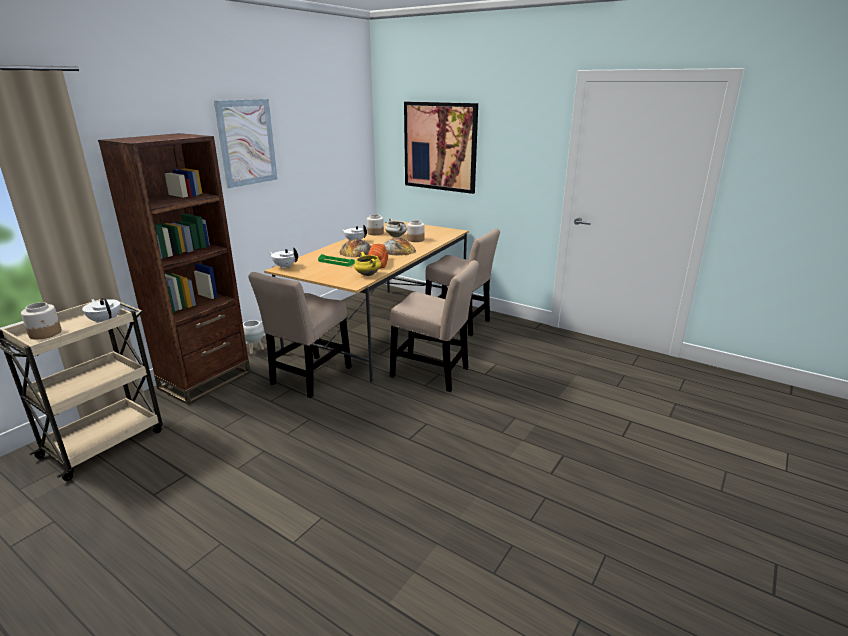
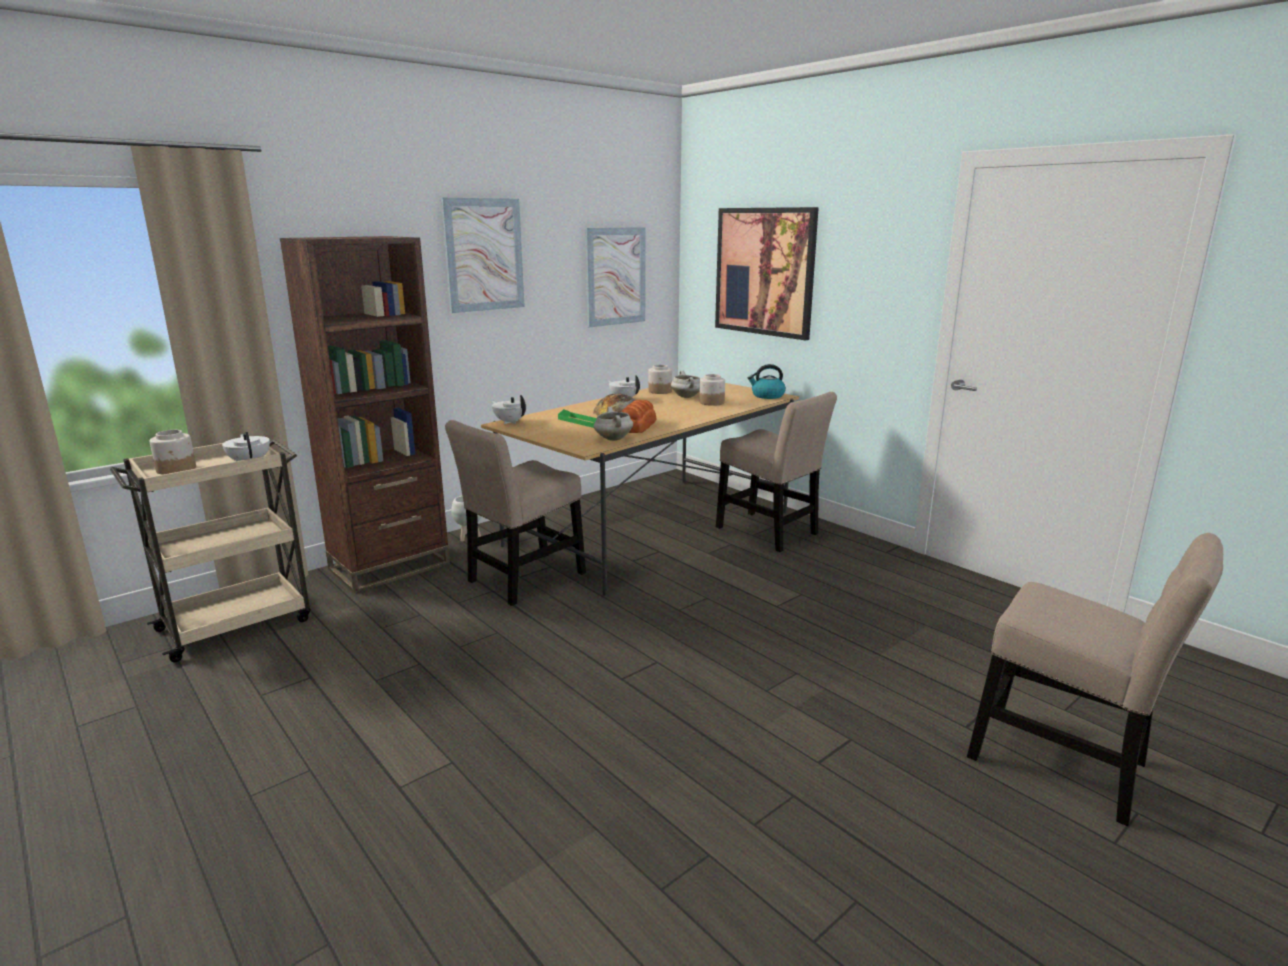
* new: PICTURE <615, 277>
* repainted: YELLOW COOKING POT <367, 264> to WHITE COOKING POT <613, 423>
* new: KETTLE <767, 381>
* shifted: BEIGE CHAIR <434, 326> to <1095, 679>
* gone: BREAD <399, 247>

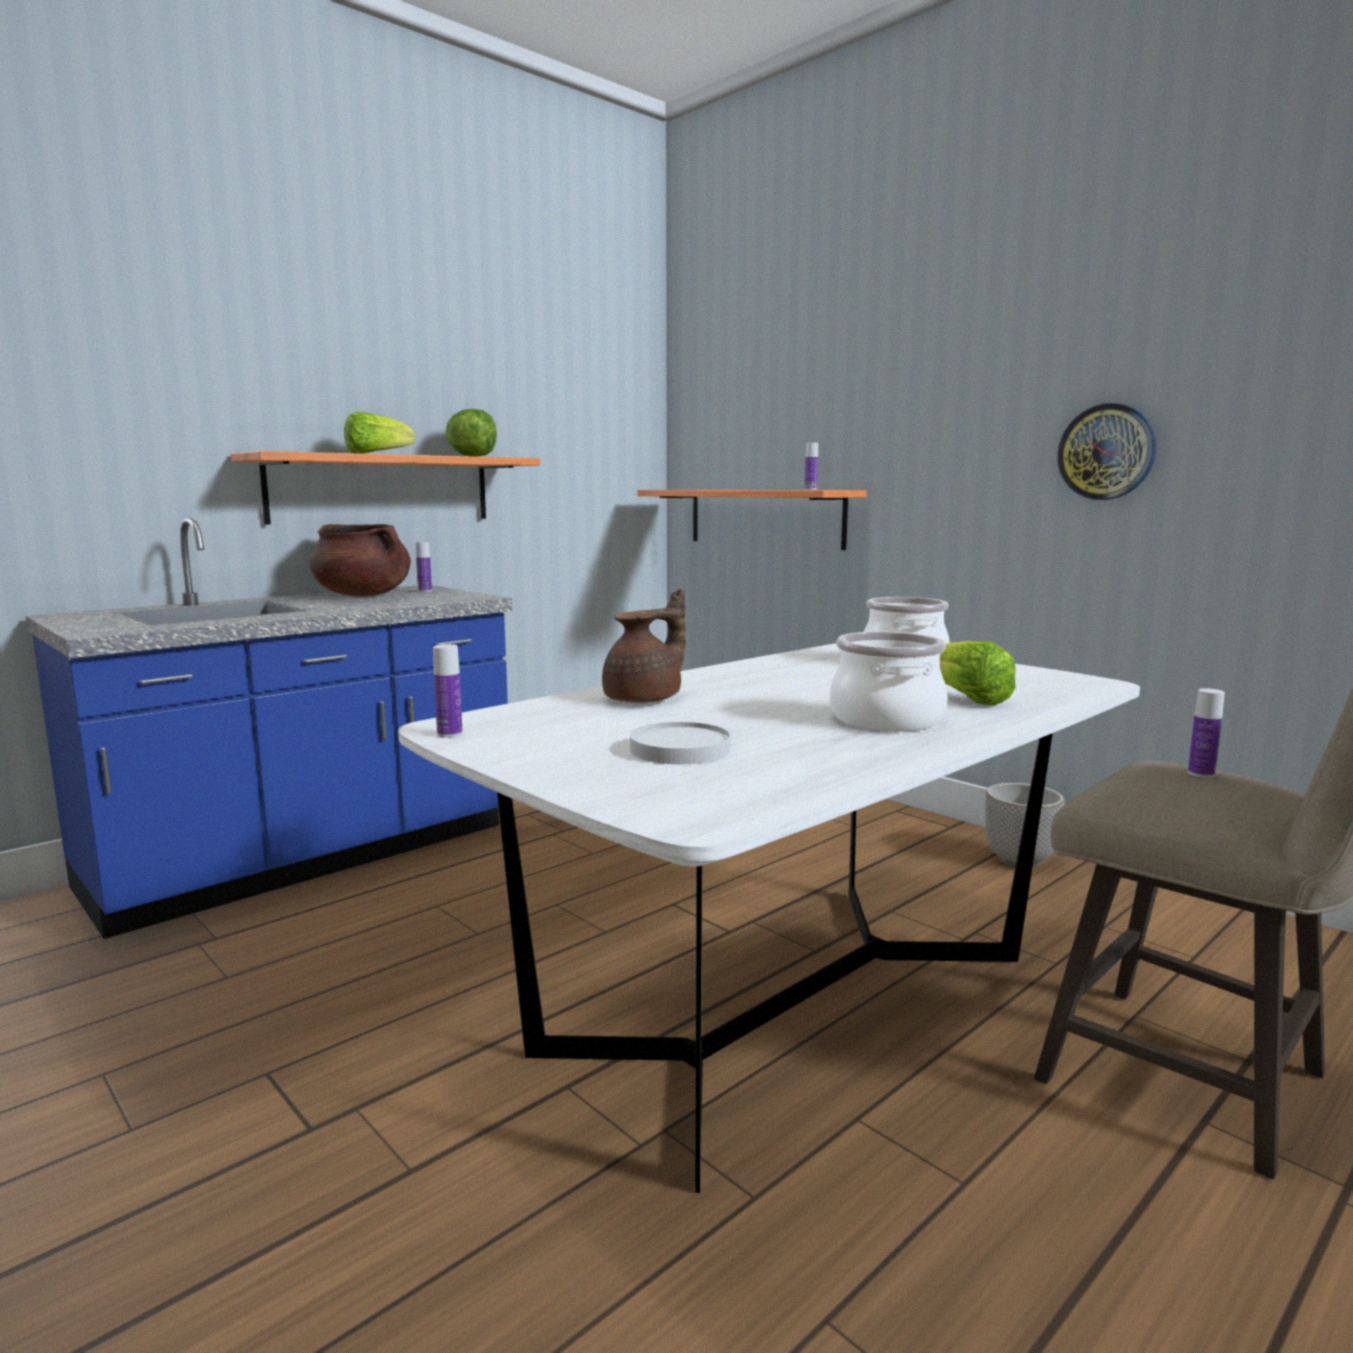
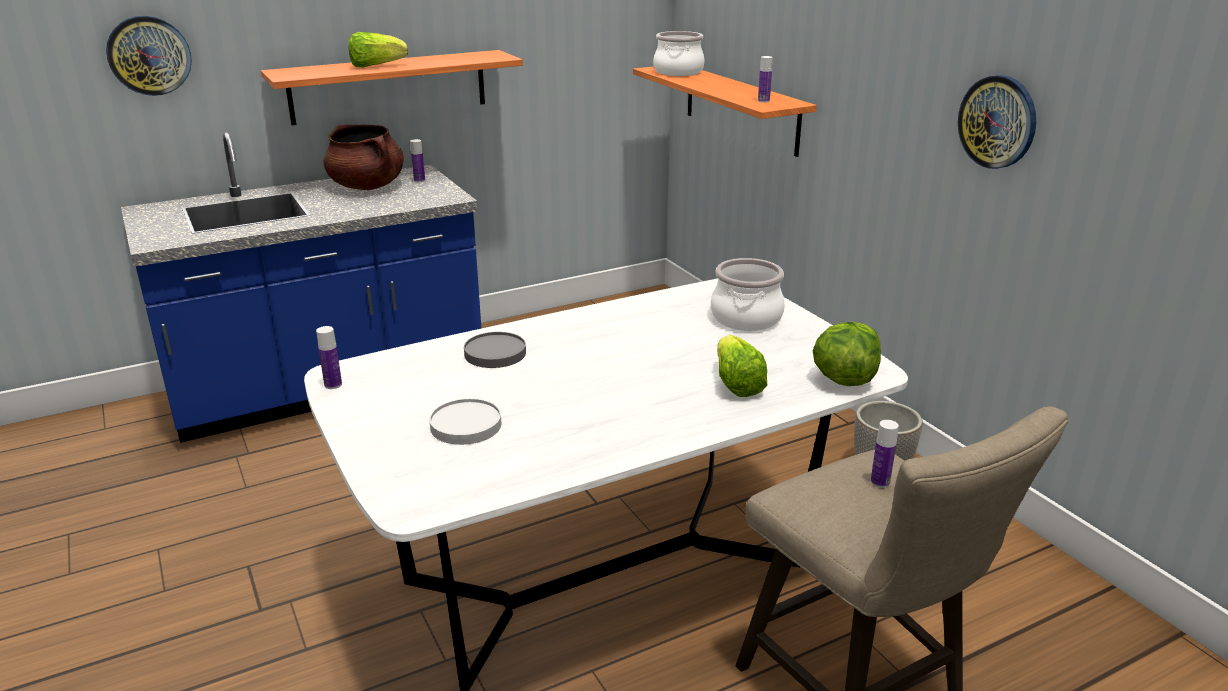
* new: WALL CLOCK <149, 56>
* swapped: BROWN TEAPOT <644, 646> to GREY PLATE <495, 350>
* shifted: COOKING POT <889, 682> to <678, 53>
* shifted: LETTUCE <471, 433> to <846, 354>

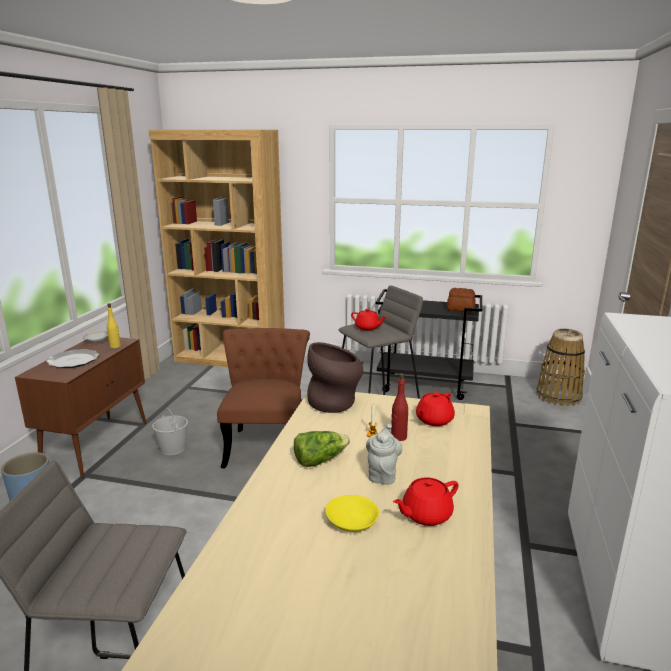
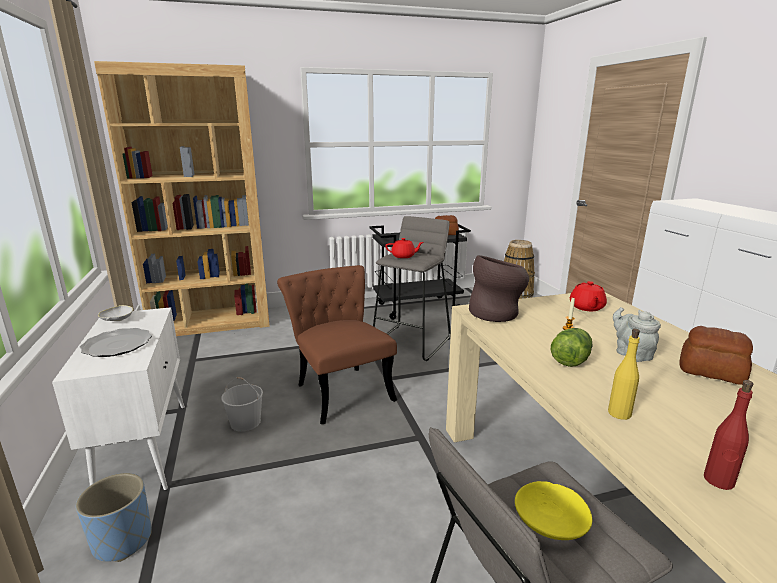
* repainted: BROWN CABINET <81, 407> to WHITE CABINET <118, 398>
* shifted: YELLOW BOWL <352, 513> to <553, 510>
* shifted: YELLOW BOTTLE <114, 325> to <624, 374>
* swapped: RED TEAPOT <426, 501> to BREAD <716, 355>
* shifted: RED BOTTLE <399, 407> to <728, 435>

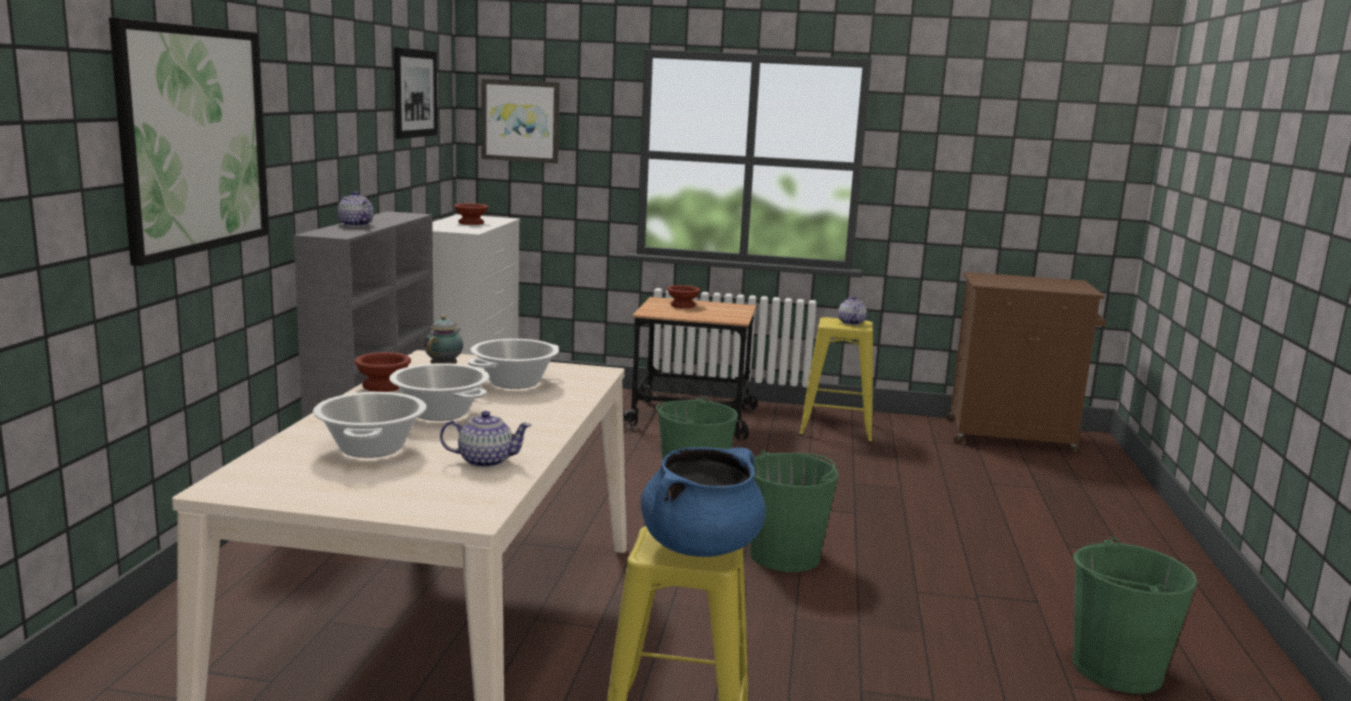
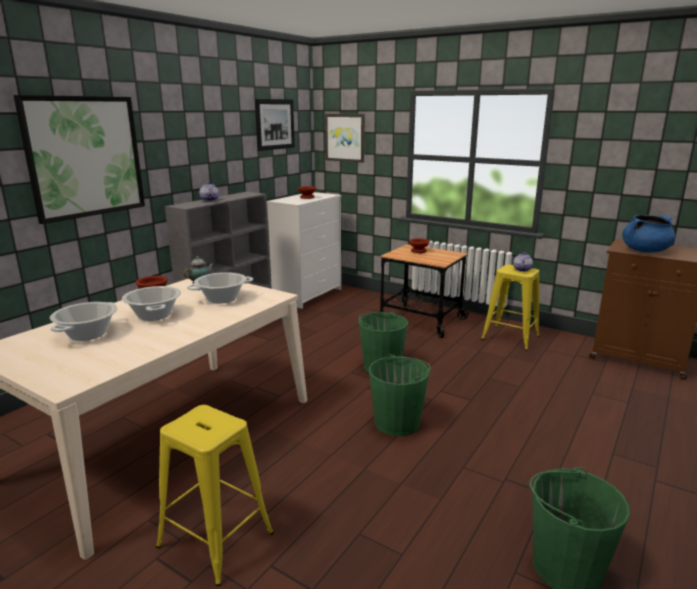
* shifted: BLUE COOKING POT <703, 502> to <649, 234>
* gone: TEAPOT <486, 439>

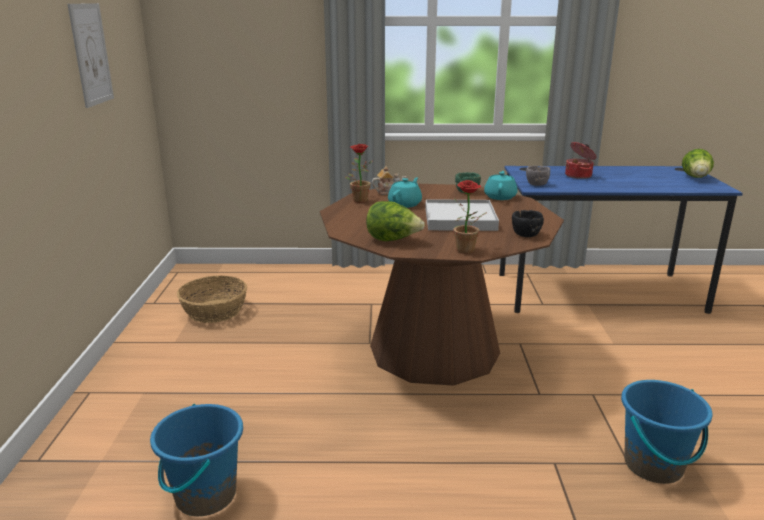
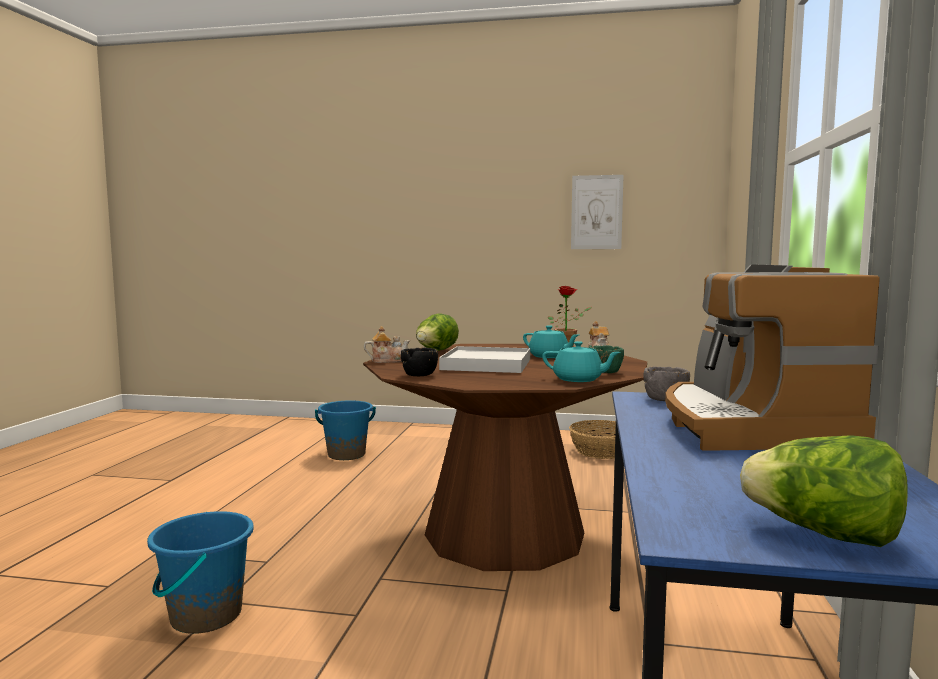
* swapped: POTTED PLANT <470, 217> to TEAPOT <387, 344>
* swapped: COOKING POT <580, 160> to COFFEE MACHINE <772, 357>

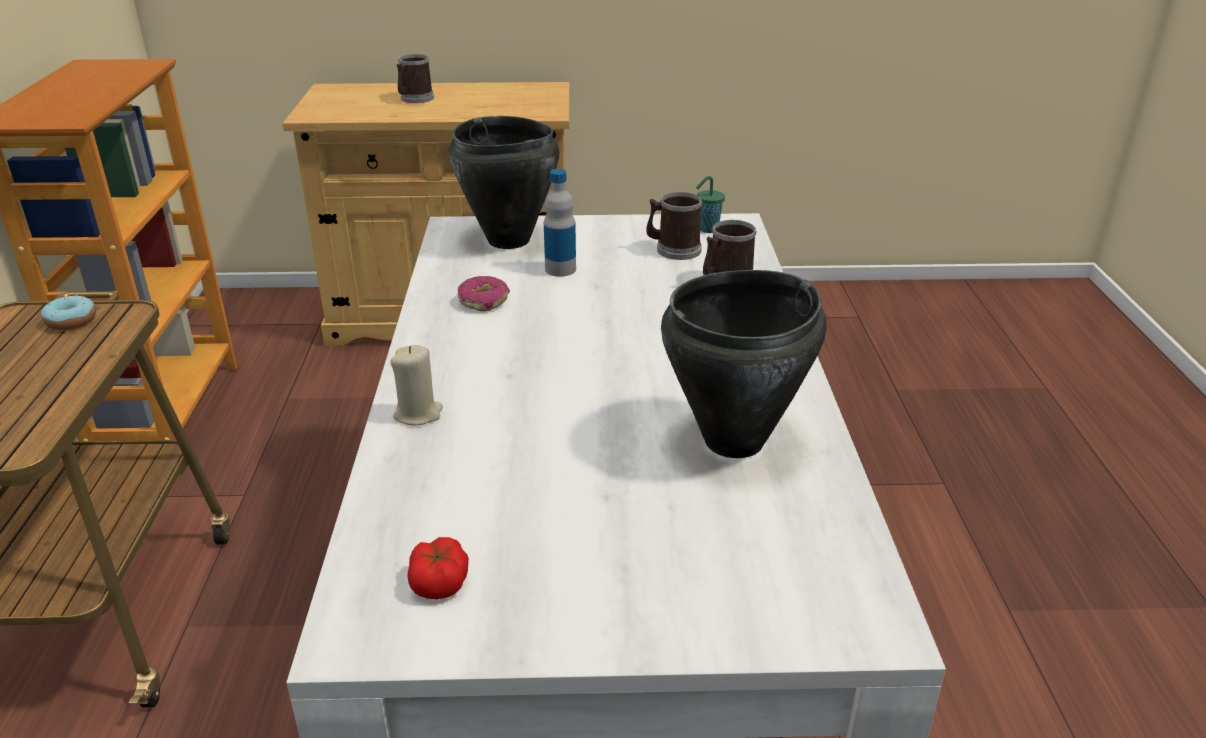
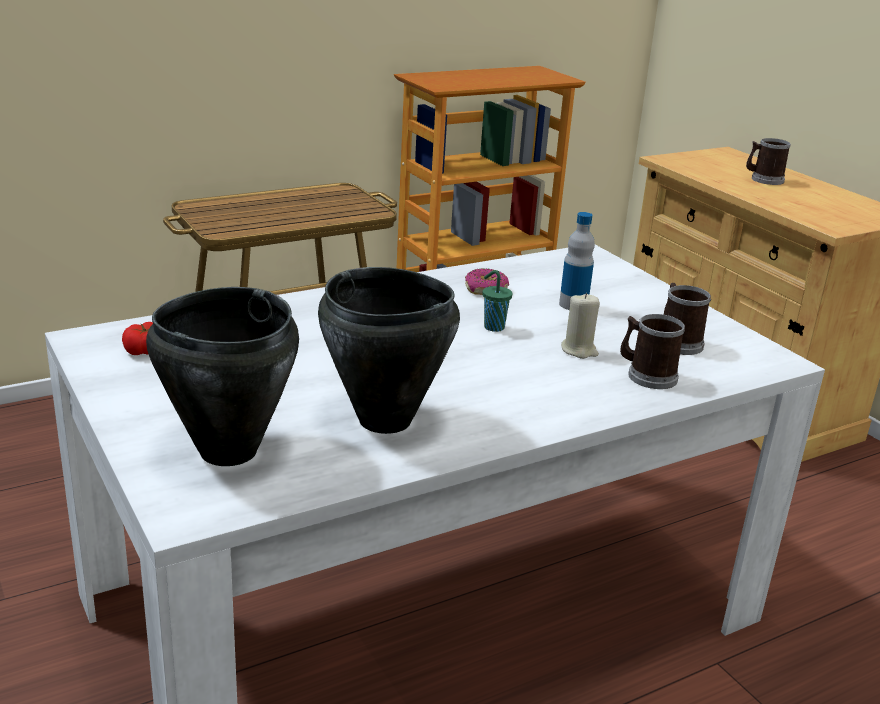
* shifted: BLACK COOKING POT <504, 182> to <222, 376>
* shifted: GREEN CUP <710, 204> to <497, 301>
* shifted: BEIGE CANDLE <416, 385> to <580, 326>
* gone: DONUT <68, 312>

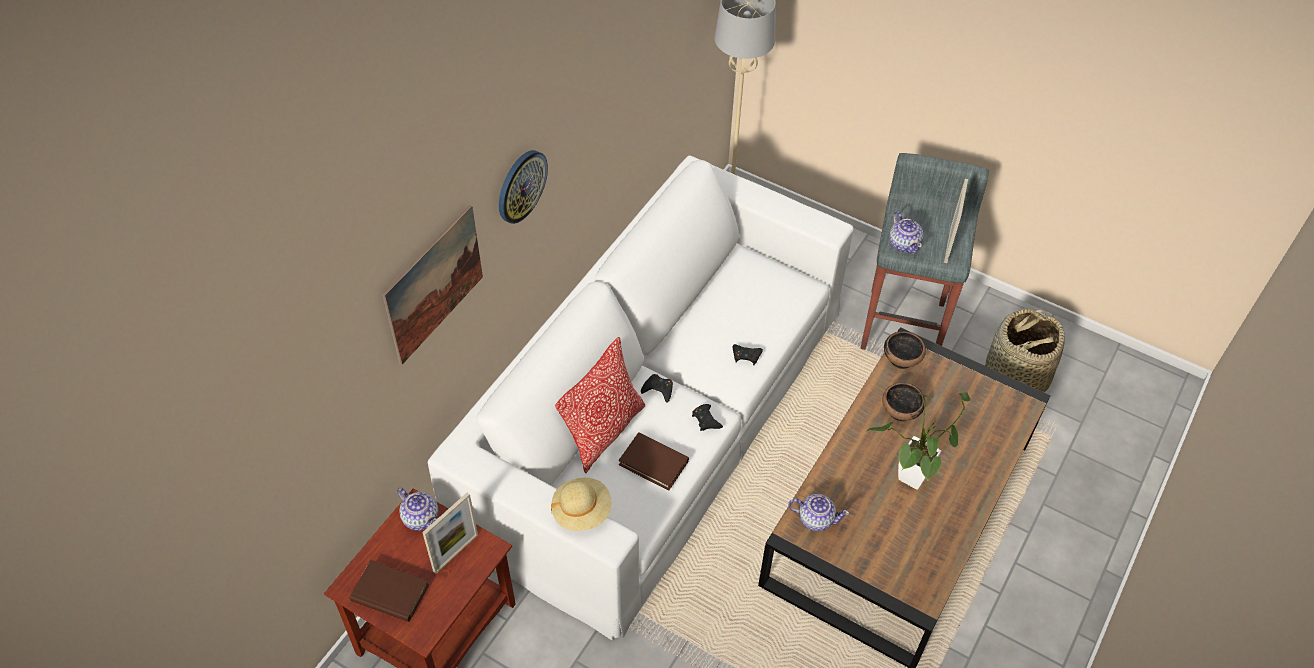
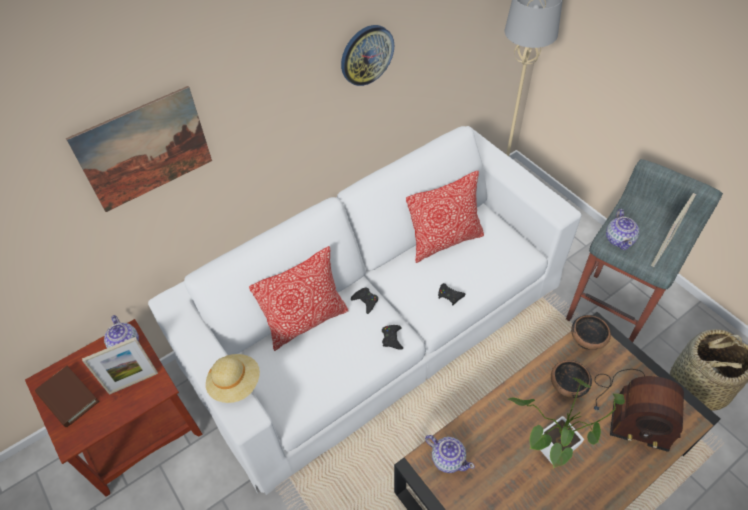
* shifted: WALL CLOCK <523, 187> to <367, 55>
* new: PILLOW <445, 217>
* new: RADIO <639, 410>
* gone: BROWN BOOK <654, 461>

